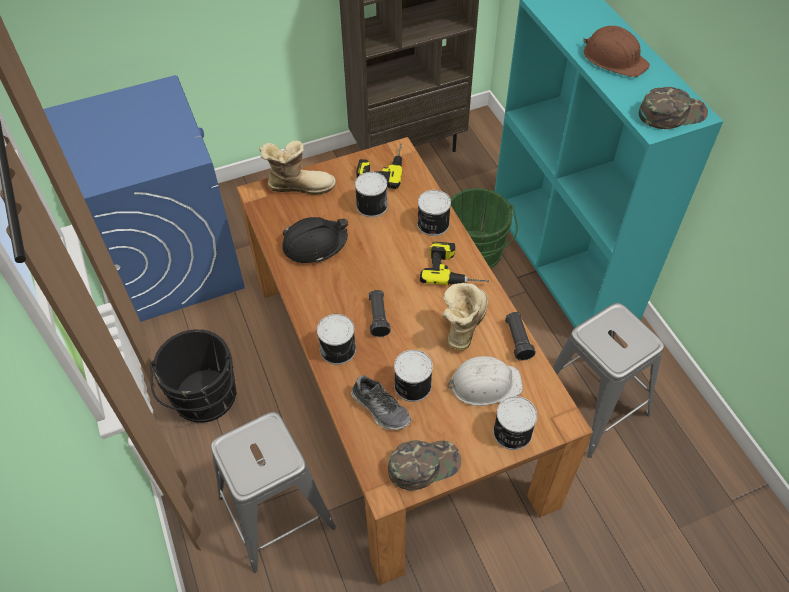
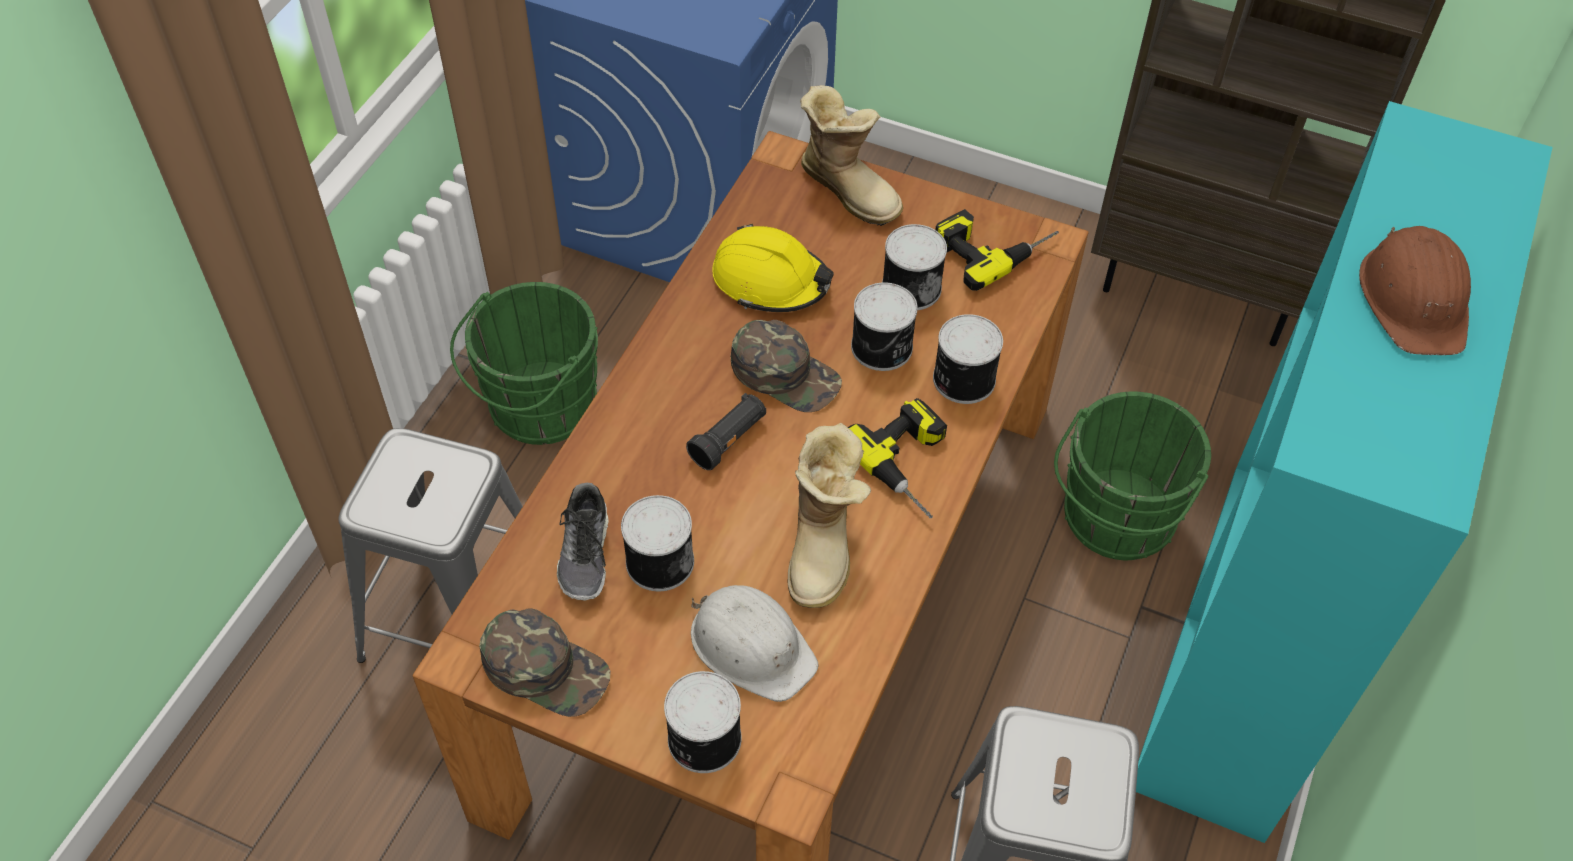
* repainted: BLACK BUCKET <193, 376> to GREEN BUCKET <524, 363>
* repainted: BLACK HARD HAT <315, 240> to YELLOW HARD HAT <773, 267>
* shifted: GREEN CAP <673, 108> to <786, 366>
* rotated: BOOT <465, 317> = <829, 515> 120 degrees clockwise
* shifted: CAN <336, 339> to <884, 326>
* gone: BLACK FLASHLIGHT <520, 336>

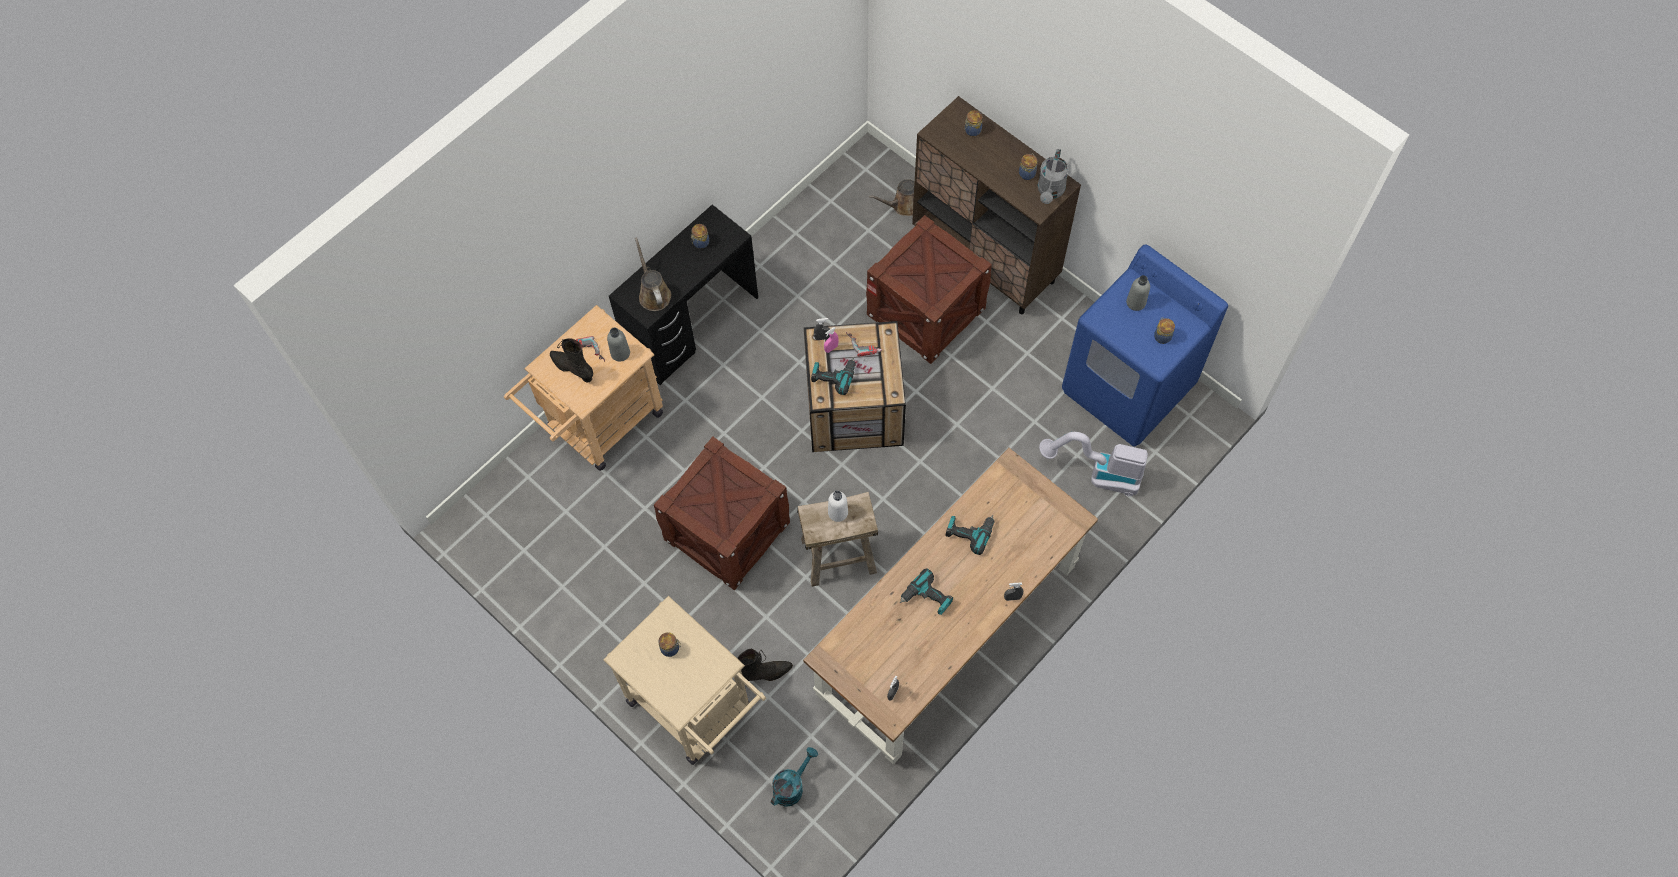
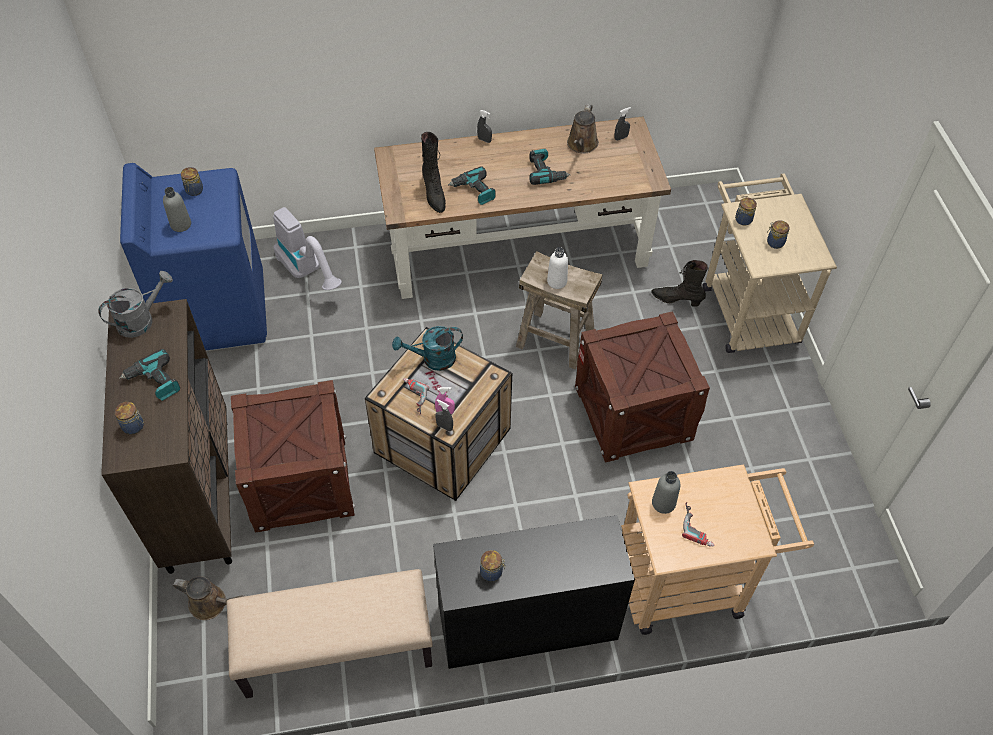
* shifted: POWER DRILL <833, 376> to <149, 375>
* new: BEIGE BENCH <329, 633>
* shifted: TURQUOISE WATERING CAN <794, 777> to <427, 348>
* shifted: BLACK BOOT <571, 360> to <433, 172>
* shifted: BROWN WATERING CAN <653, 274> to <583, 129>
* shifted: JAR <1028, 167> to <746, 211>

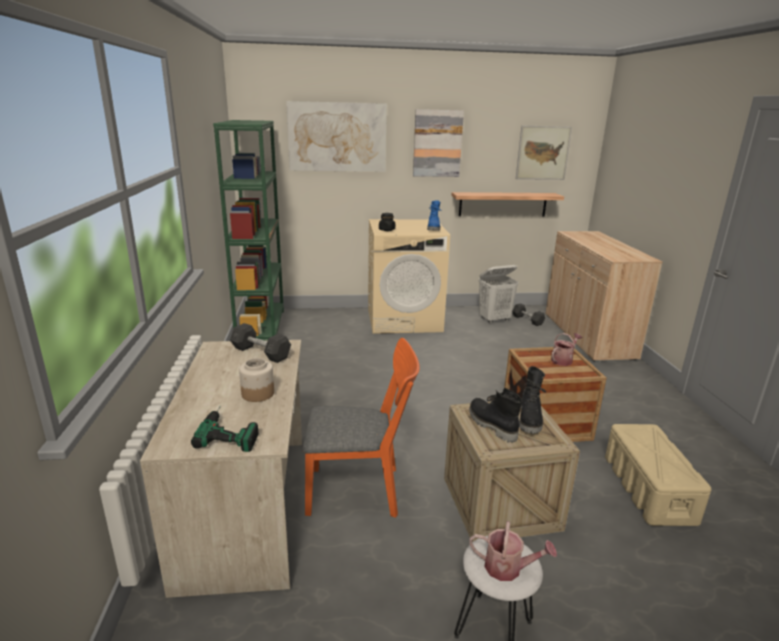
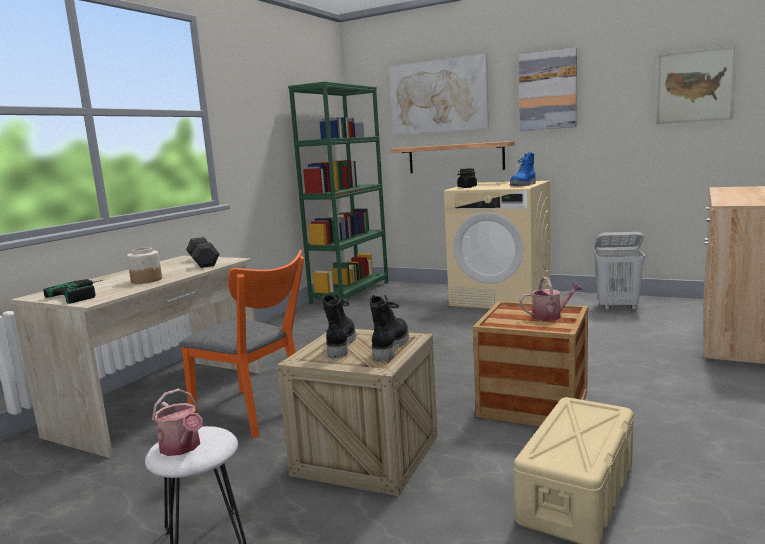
* rotated: BLACK BOOT <532, 400> = <389, 328> 150 degrees clockwise
* shifted: SHELF <507, 204> to <453, 157>
* gone: GREY DUMBBELL <528, 314>

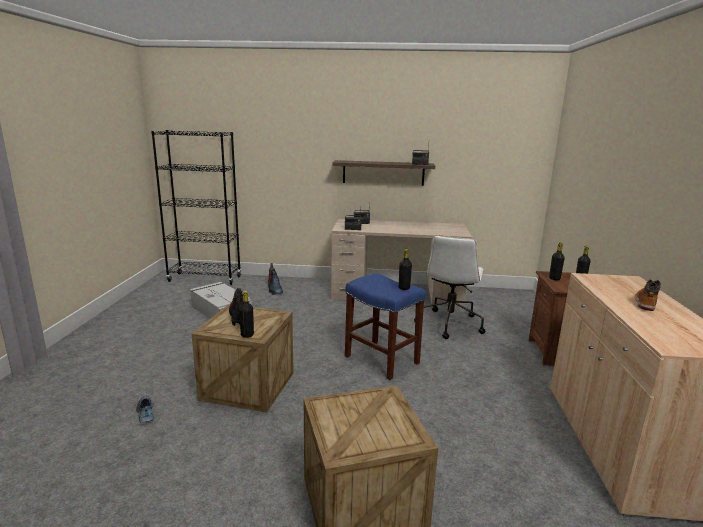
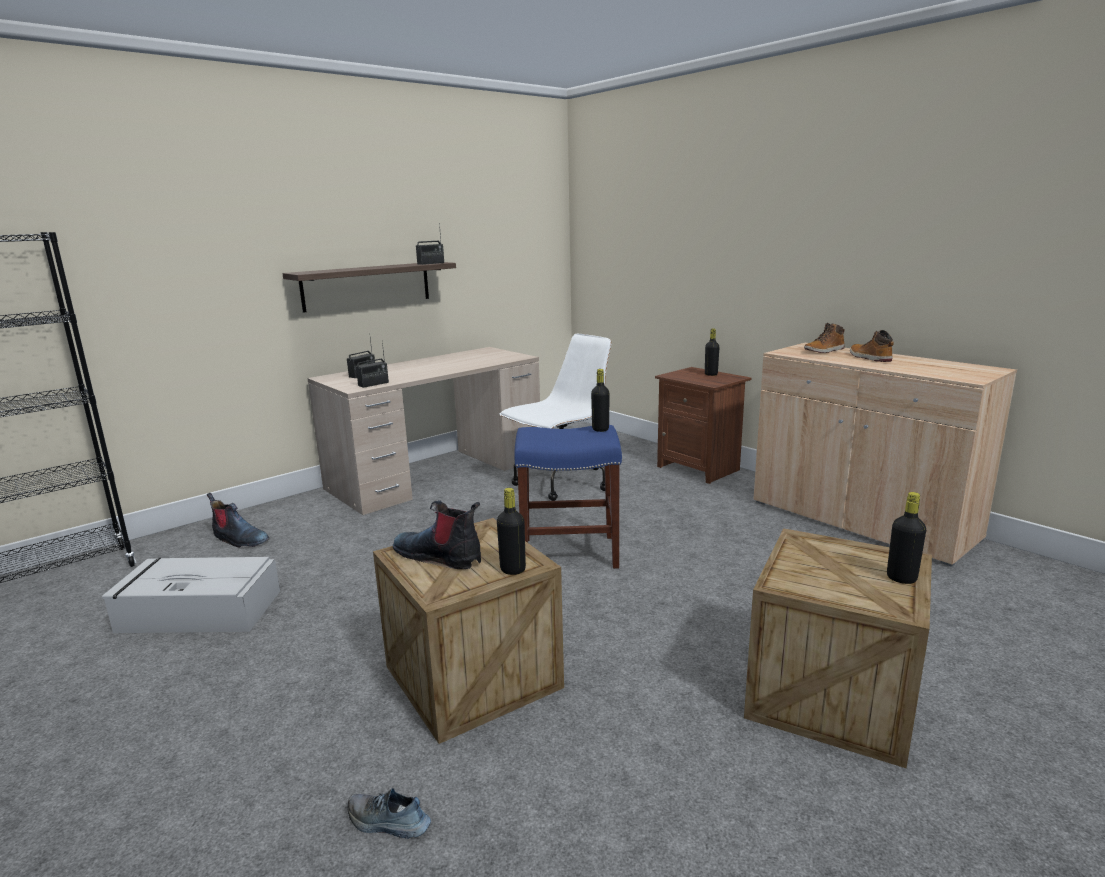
* rotated: WHITE OFFICE CHAIR <449, 287> = <555, 417> 105 degrees counterclockwise
* new: BOOT <824, 338>
* shifted: BLACK BOTTLE <557, 261> to <906, 538>

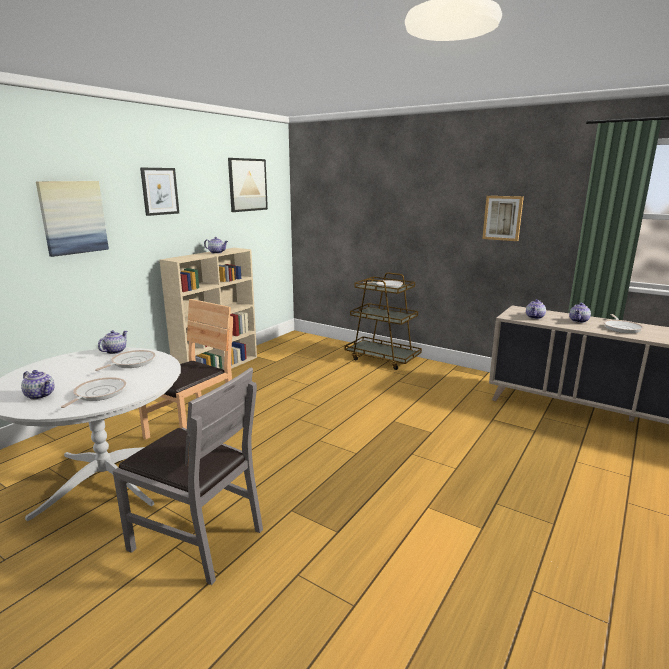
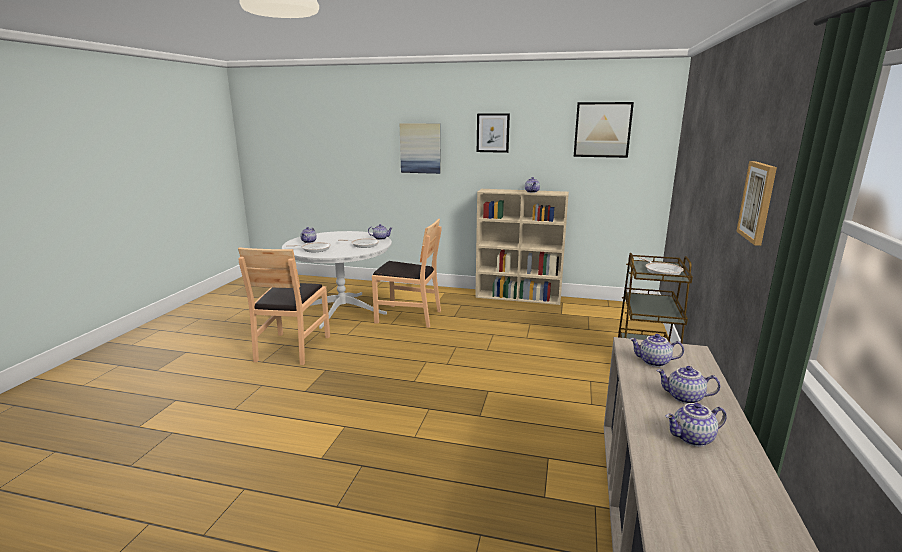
* repainted: GREY CHAIR <188, 476> to BROWN CHAIR <284, 306>
* swapped: FRYING PAN <623, 323> to TEAPOT <696, 425>

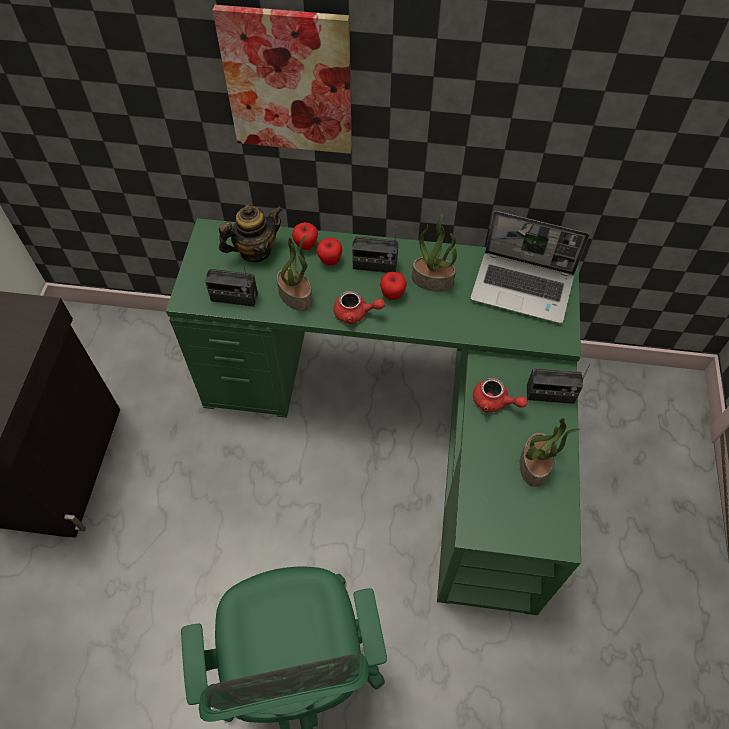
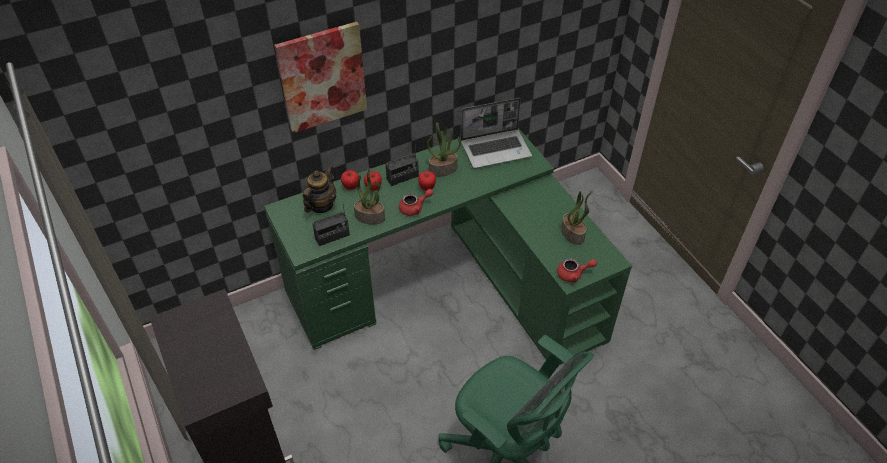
* shifted: RED TEAPOT <500, 395> to <577, 270>
* gone: RADIO <558, 384>

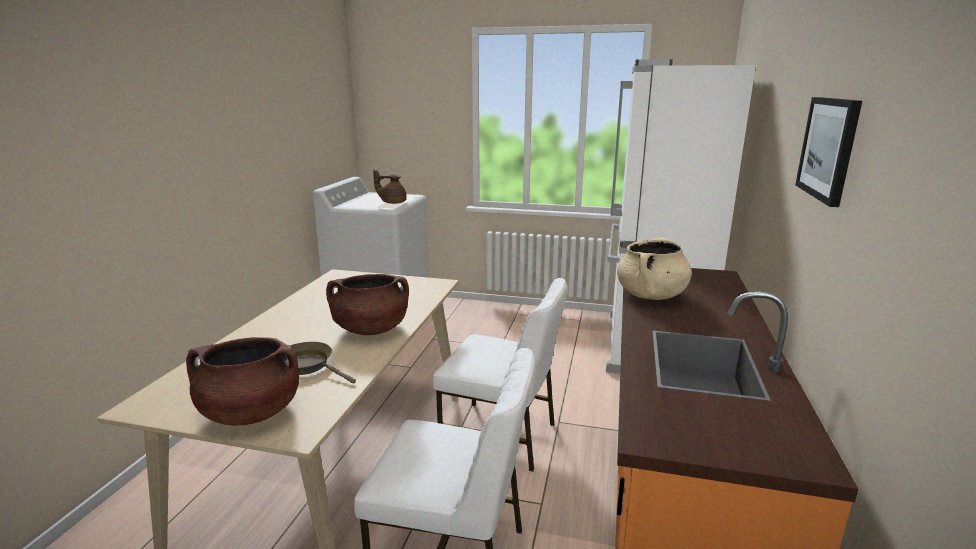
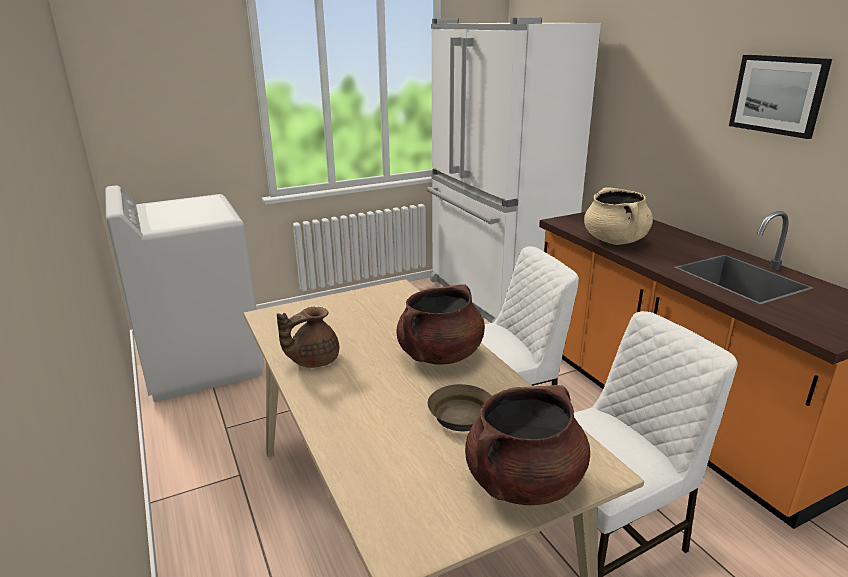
* shifted: BROWN TEAPOT <390, 187> to <308, 337>

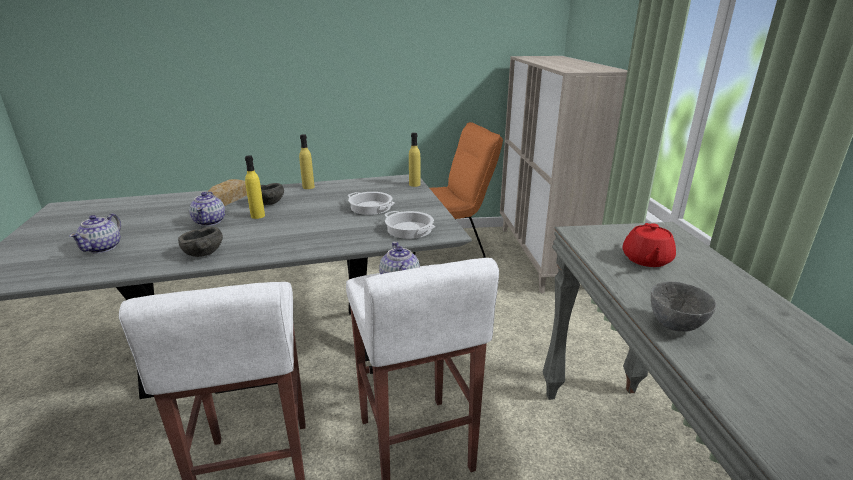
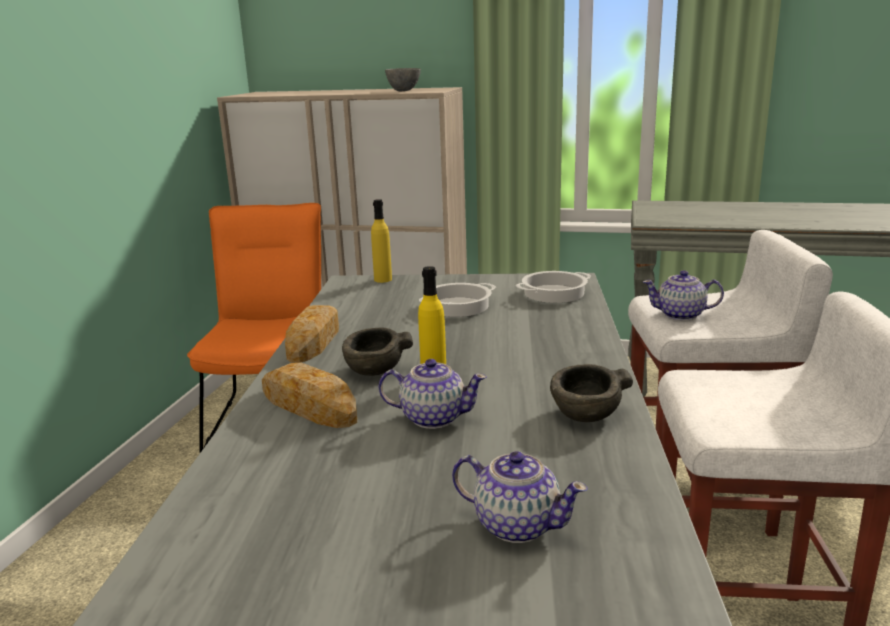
* swapped: YELLOW BOTTLE <307, 161> to BREAD <312, 334>
* shifted: GREY BOWL <684, 306> to <403, 79>
* gone: RED TEAPOT <649, 245>

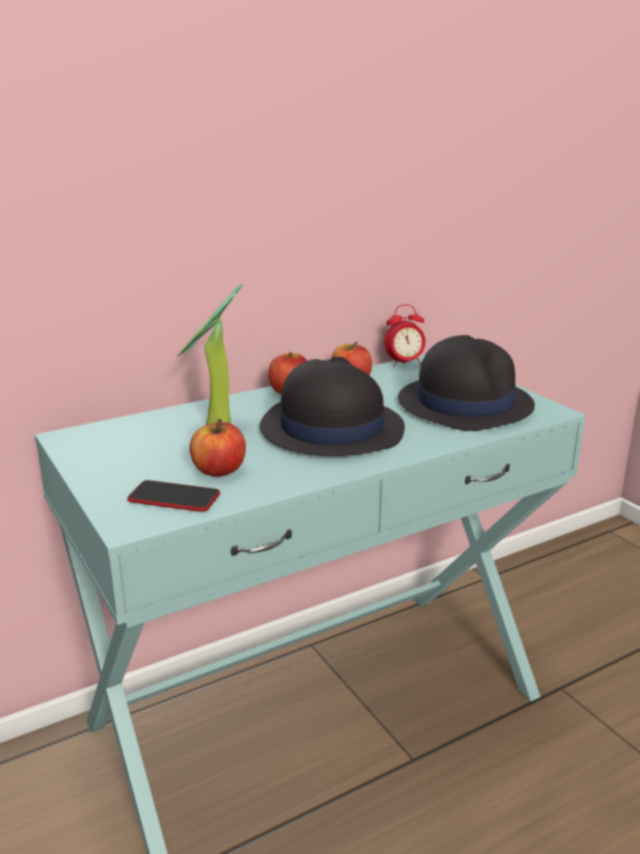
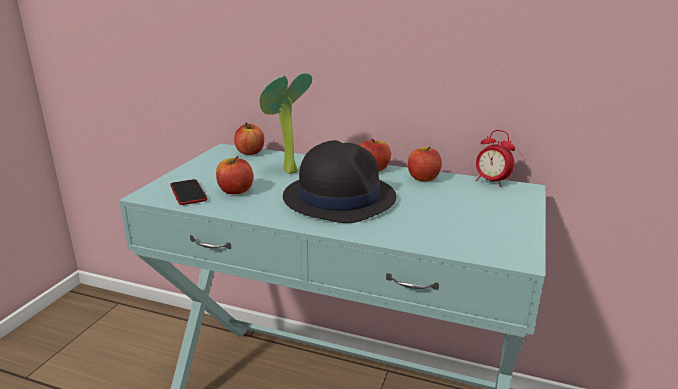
* new: APPLE <249, 138>
* gone: BLACK HAT <466, 383>

